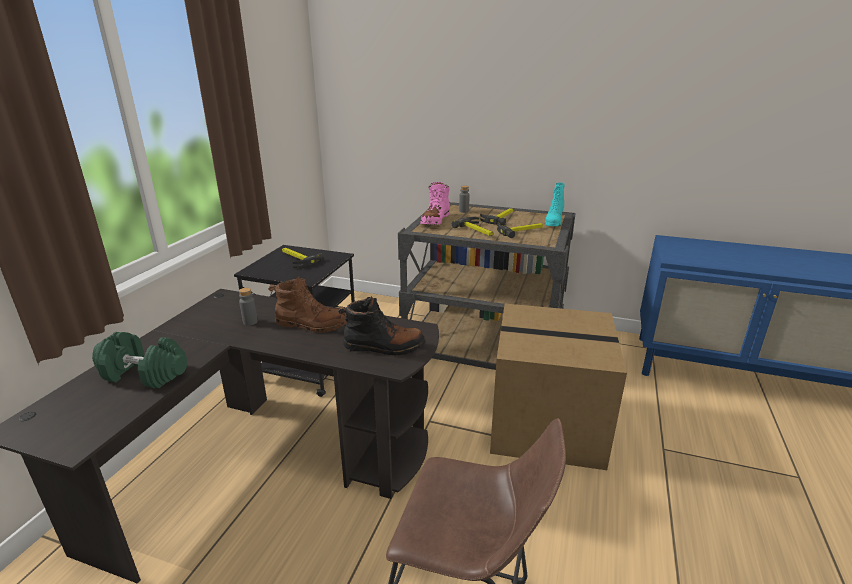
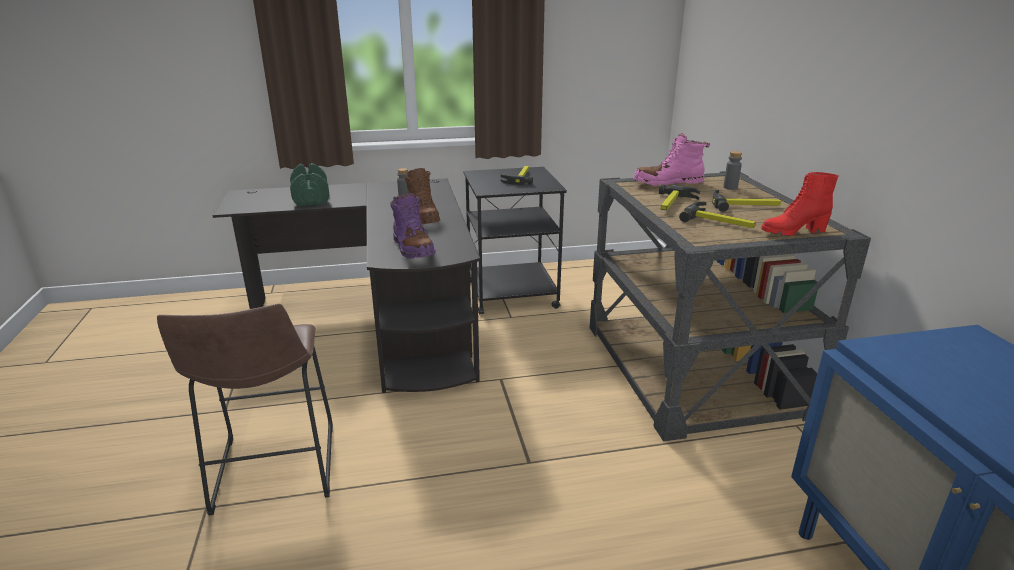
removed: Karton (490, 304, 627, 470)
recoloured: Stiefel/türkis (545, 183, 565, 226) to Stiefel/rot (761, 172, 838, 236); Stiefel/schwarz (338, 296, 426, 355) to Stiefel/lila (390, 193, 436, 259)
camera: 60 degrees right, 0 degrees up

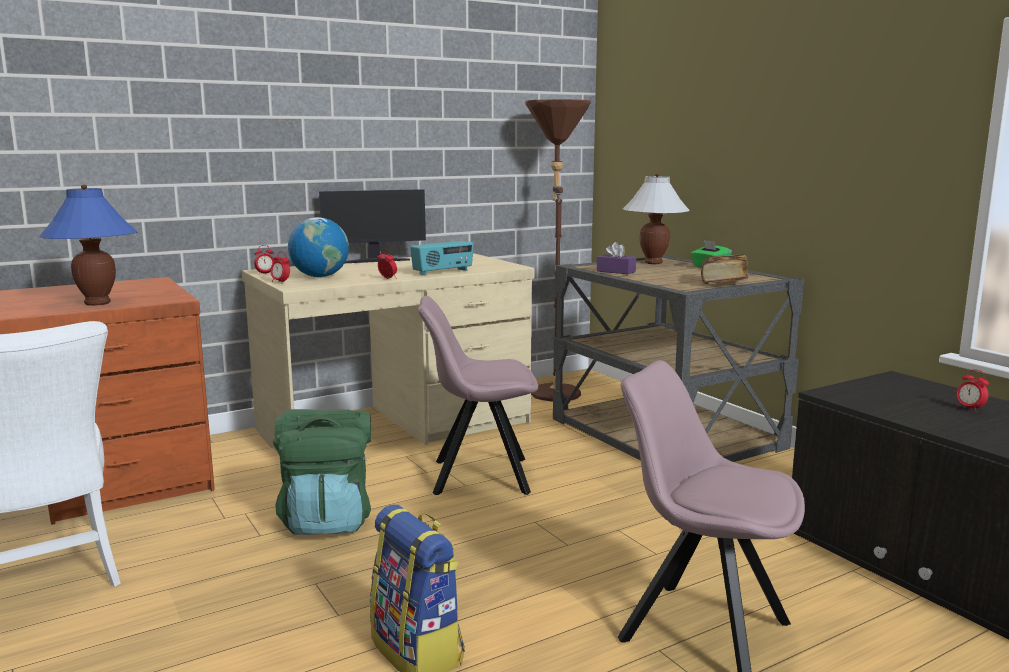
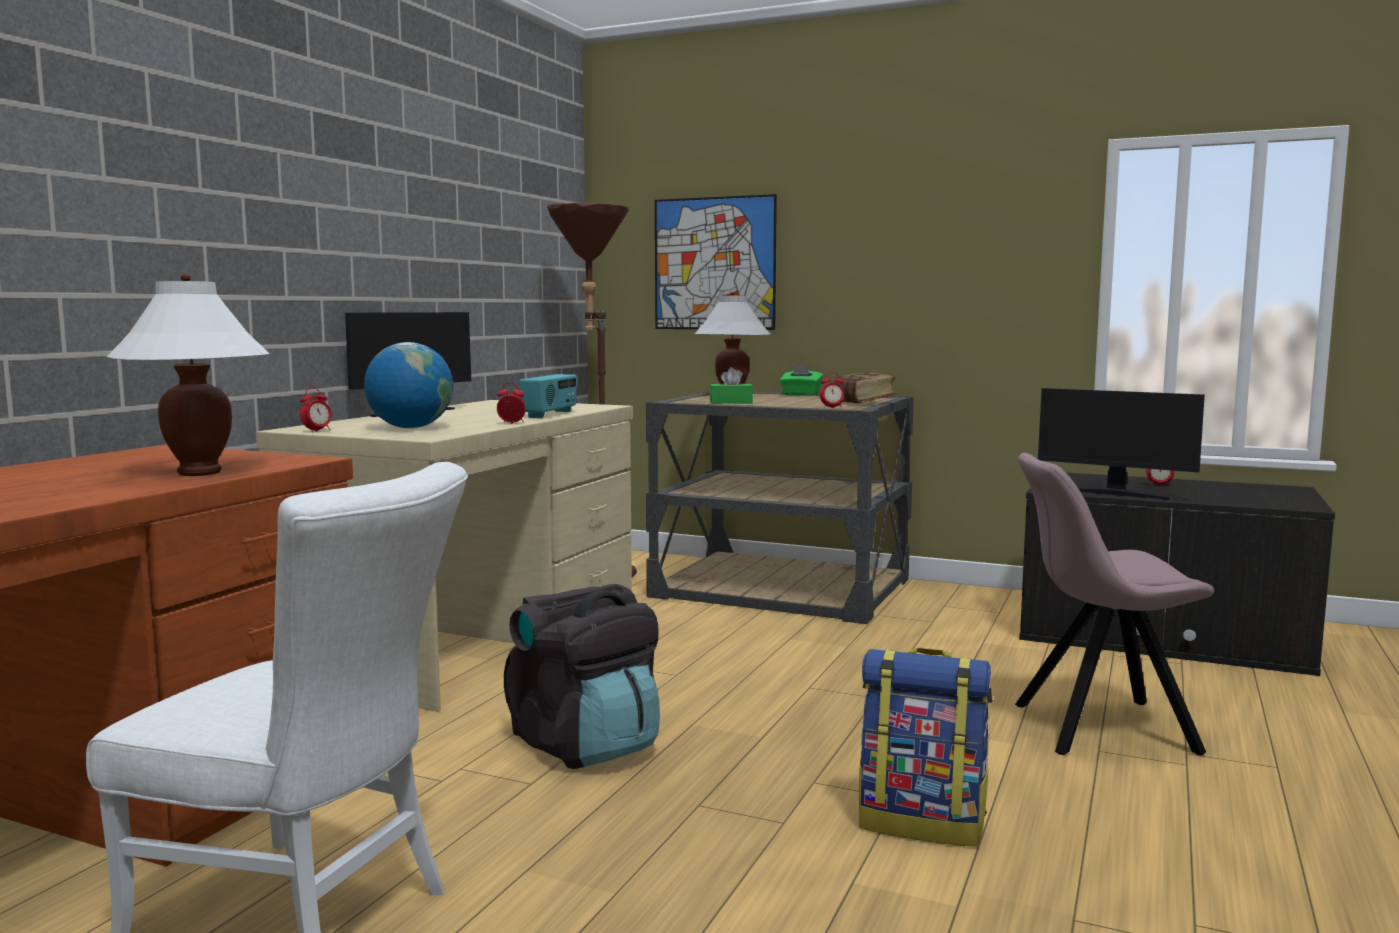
removed: Stuhl/rosa (418, 296, 538, 495)
added: Bild (655, 194, 777, 330); Monitor (1038, 388, 1205, 500)
moved: Wecker (270, 252, 290, 282) to (820, 372, 844, 408)
recoloured: Tischlampe/blau (39, 185, 137, 306) to Tischlampe/weiß (107, 274, 270, 476); Taschentuchbox/lila (597, 242, 636, 274) to Taschentuchbox/grün (710, 367, 753, 404); Rucksack/grün (273, 409, 371, 535) to Rucksack/schwarz (504, 584, 660, 769)
camera: 35 degrees left, 5 degrees down

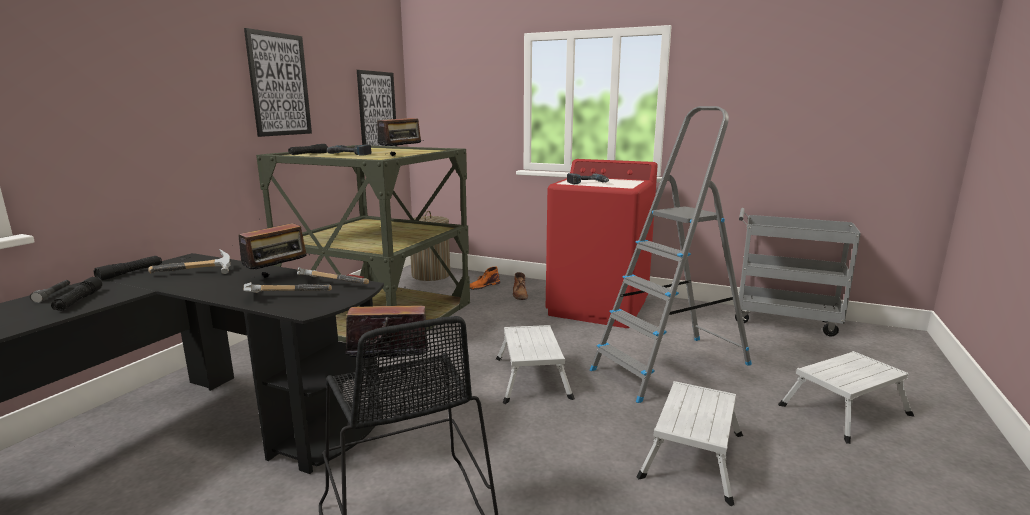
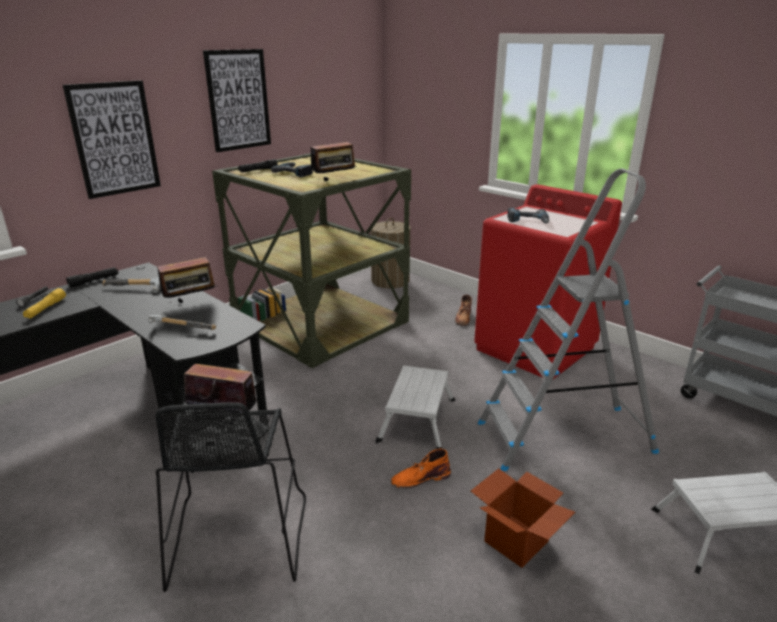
removed: Hammer (297, 267, 369, 284)
moved: Bild (357, 70, 398, 146) to (63, 80, 161, 199); Stiefel/orange (470, 267, 500, 290) to (391, 449, 451, 488)
replaced: Trittleiter/weiß (636, 381, 743, 506) to Karton (471, 468, 575, 568)
recoloured: Taschenlampe/schwarz (51, 277, 102, 311) to Taschenlampe/gelb (23, 288, 66, 318)
camera: 20 degrees right, 10 degrees up

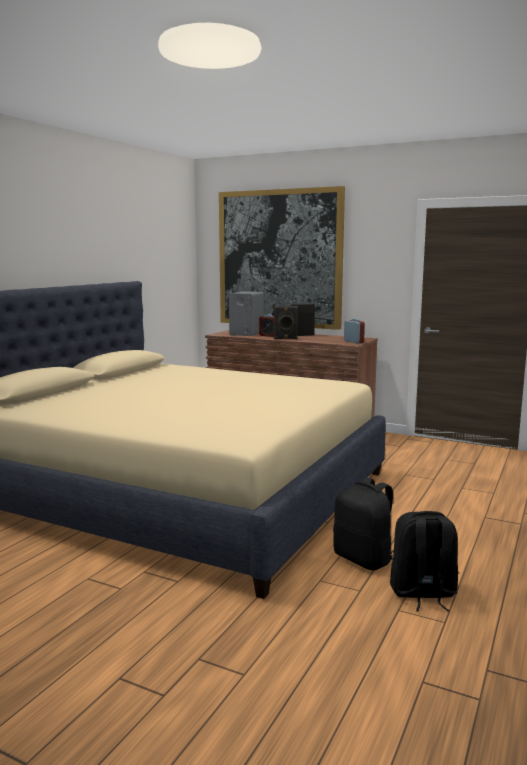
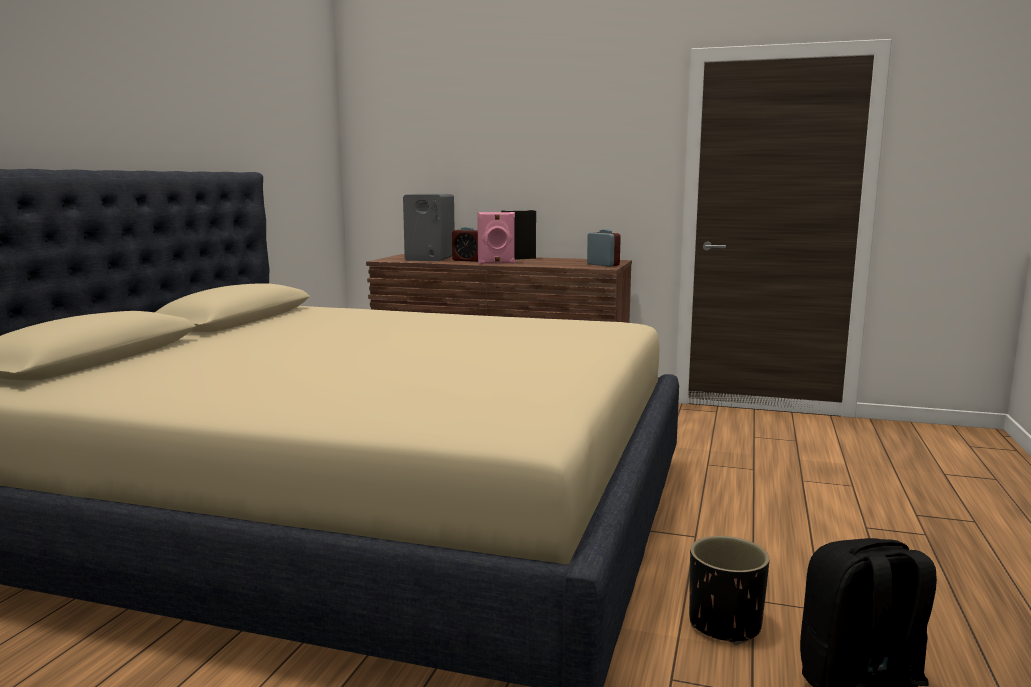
removed: Bild (219, 186, 345, 330)
replaced: Rucksack/schwarz (333, 477, 394, 570) to Pflanzkübel/schwarz (689, 536, 770, 645)
recoloured: Lautsprecher/schwarz (274, 306, 298, 339) to Lautsprecher/rosa (477, 212, 515, 264)
camera: 10 degrees left, 0 degrees up

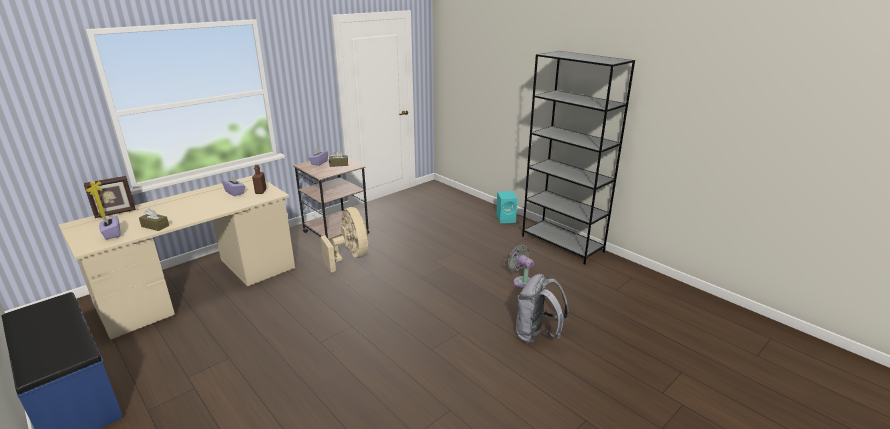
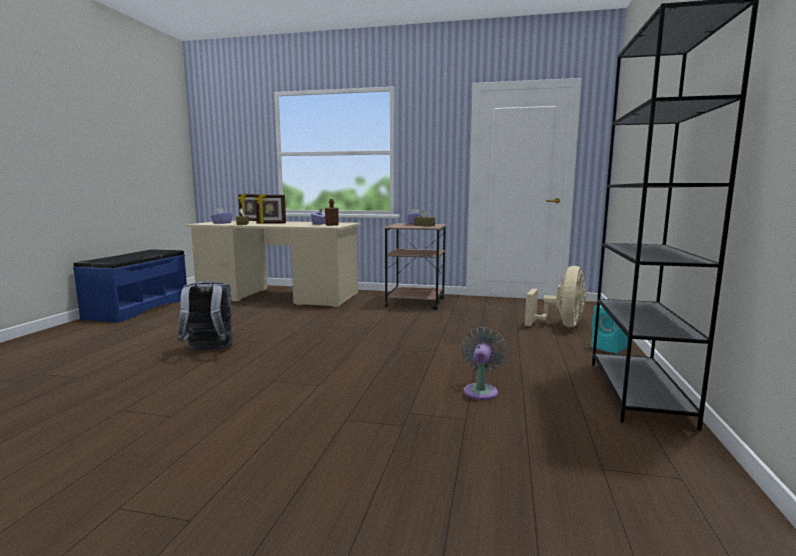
added: Bilderrahmen (255, 194, 286, 224)
moved: Ventilator/beige (320, 207, 368, 272) to (525, 266, 586, 327); Rucksack/grau (516, 274, 569, 343) to (178, 280, 235, 350)
camera: 55 degrees right, 15 degrees down

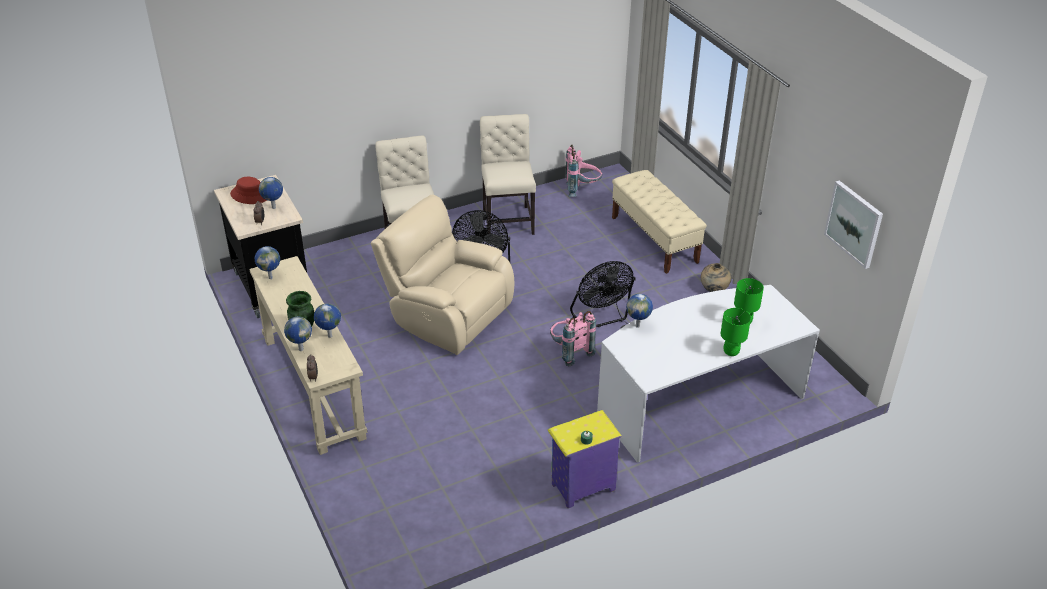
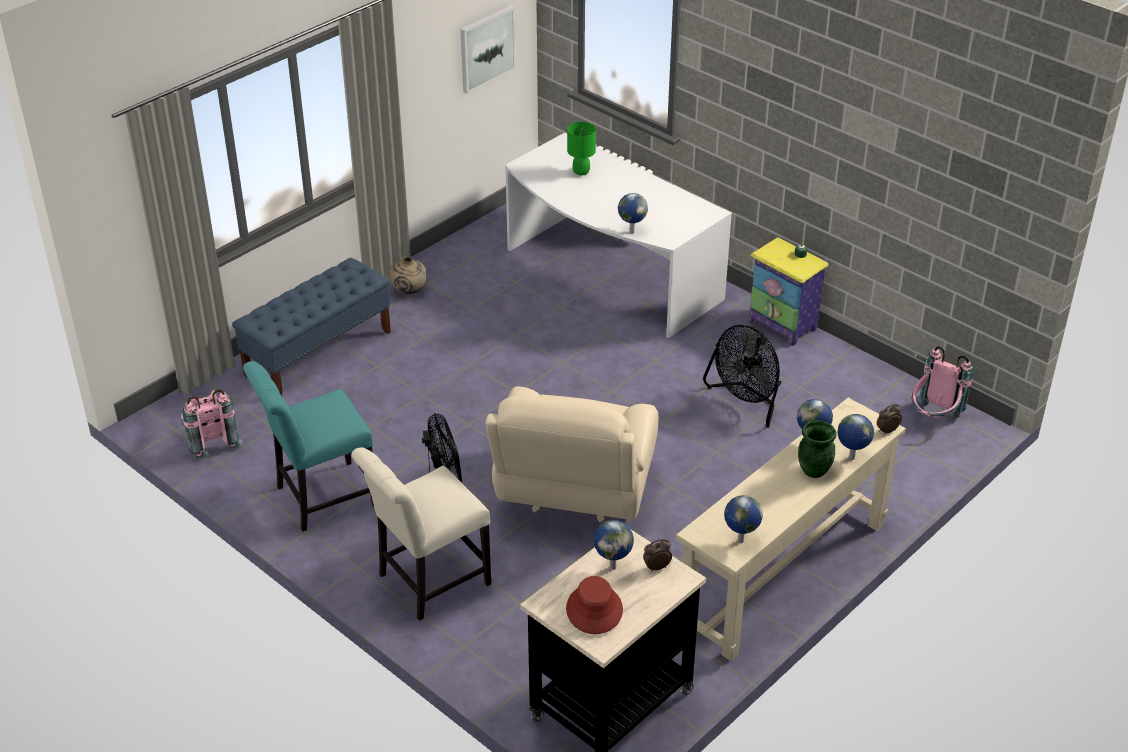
removed: Tischlampe/grün (721, 308, 751, 356)
moved: Ventilator/schwarz (570, 261, 636, 329) to (703, 325, 781, 428); Rucksack/rosa (550, 311, 596, 366) to (912, 346, 973, 418)
recoloured: Stuhl/beige (480, 114, 536, 235) to Stuhl/türkis (243, 361, 374, 532); Bank/beige (612, 170, 707, 274) to Bank/blau (232, 258, 391, 396)
camera: 110 degrees left, 0 degrees up

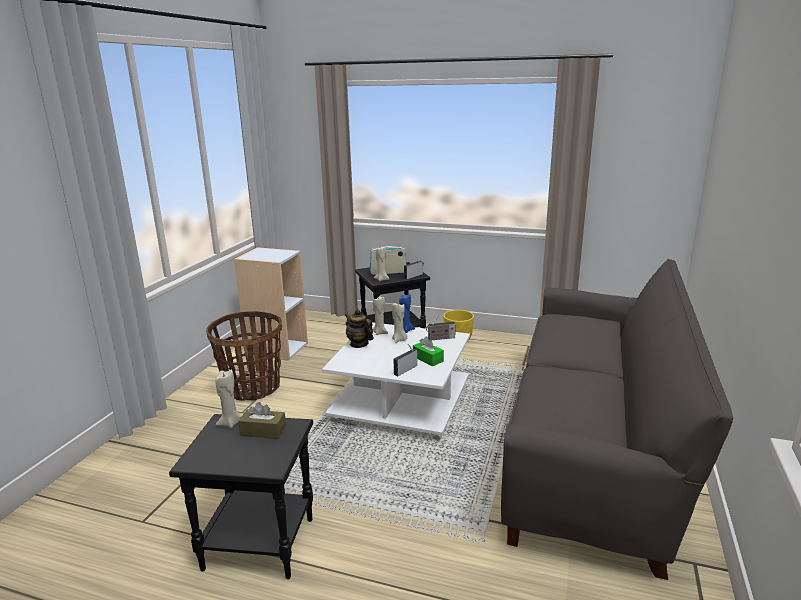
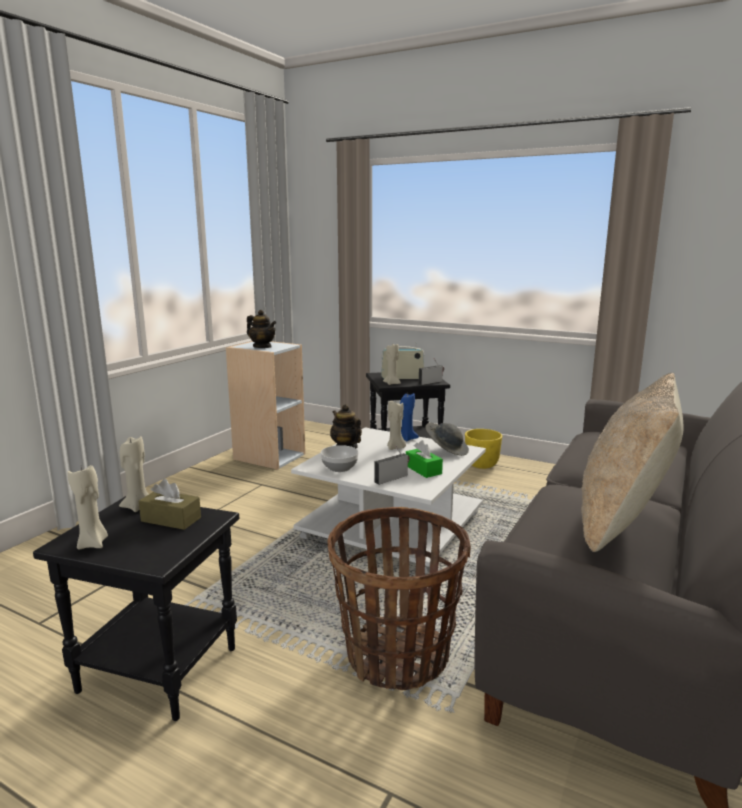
added: Teekanne (247, 310, 276, 348); Kissen/beige (581, 372, 683, 552); Schüssel (321, 445, 359, 472)
moved: Kerze/beige (372, 295, 388, 335) to (68, 465, 108, 549); Korb (206, 311, 282, 401) to (327, 507, 471, 690)
replaced: Radio (426, 316, 456, 340) to Hut/grau (425, 423, 469, 456)
camera: 10 degrees right, 5 degrees down

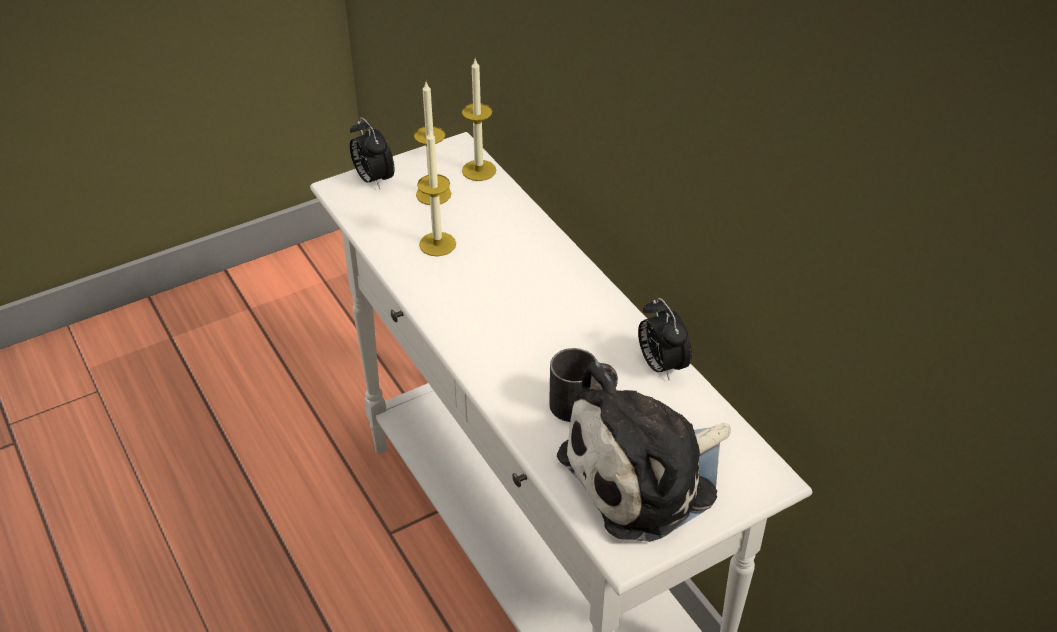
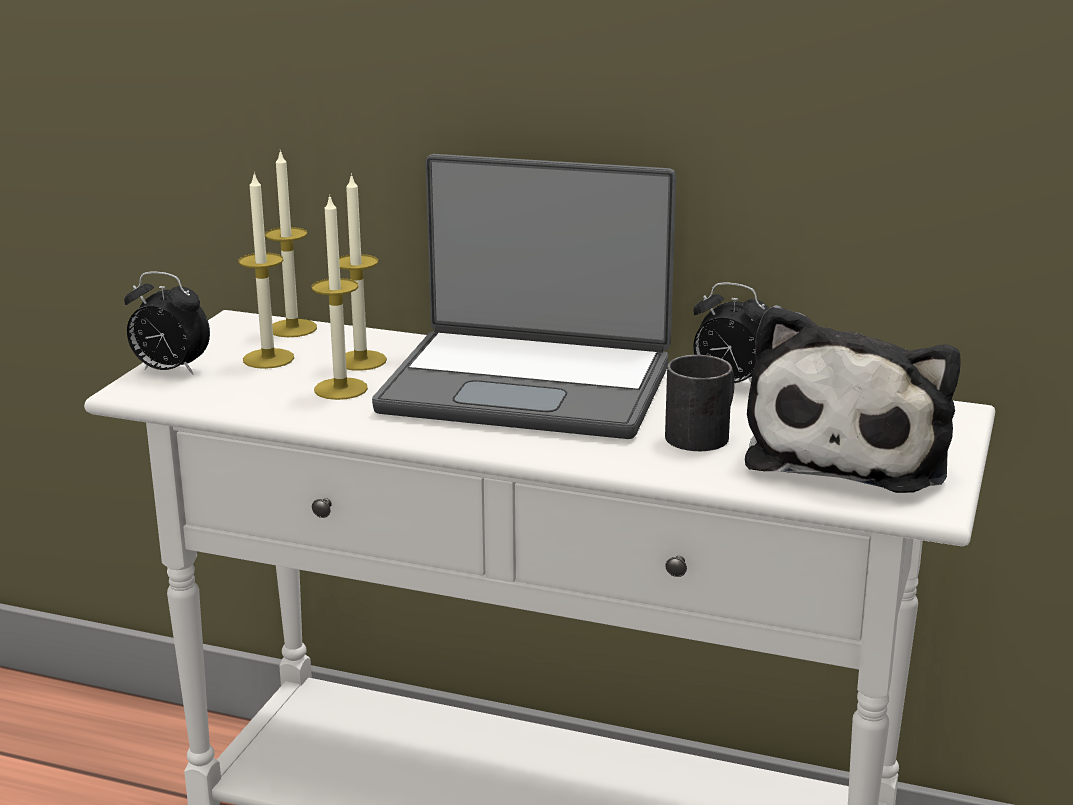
added: Laptop (372, 154, 676, 439); Kerze (339, 173, 387, 371)
camera: 40 degrees left, 20 degrees down

